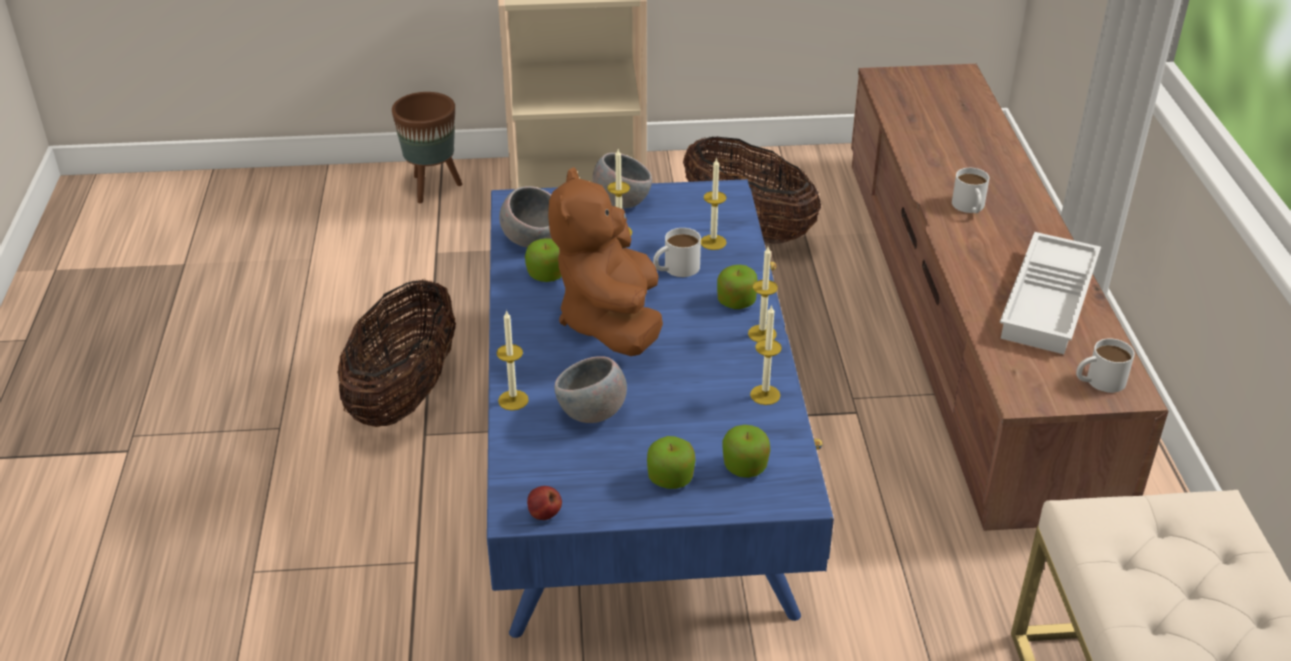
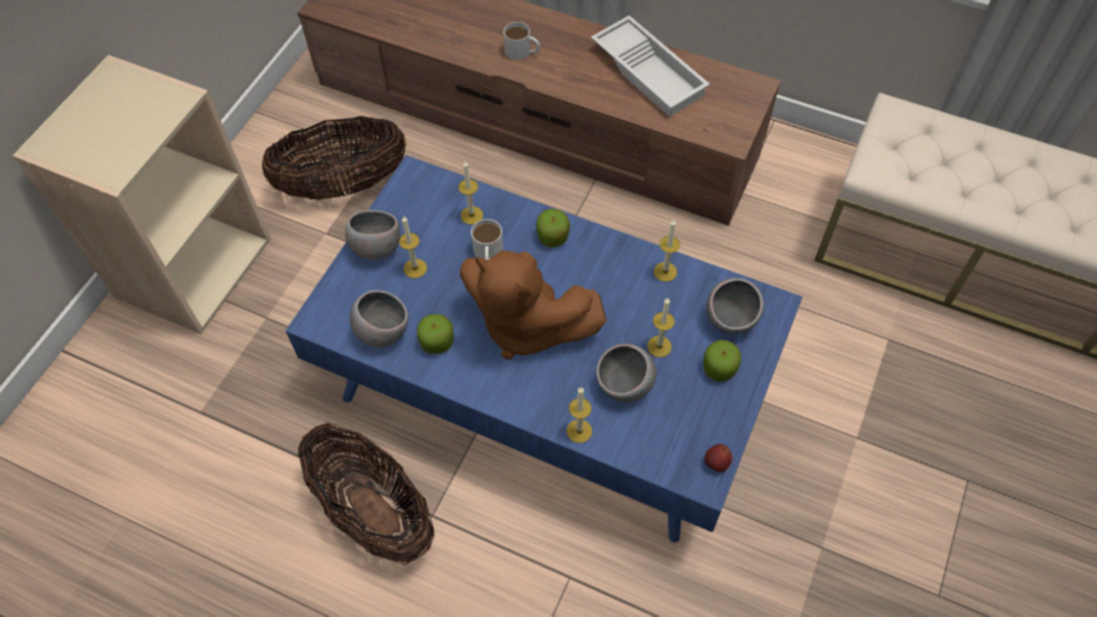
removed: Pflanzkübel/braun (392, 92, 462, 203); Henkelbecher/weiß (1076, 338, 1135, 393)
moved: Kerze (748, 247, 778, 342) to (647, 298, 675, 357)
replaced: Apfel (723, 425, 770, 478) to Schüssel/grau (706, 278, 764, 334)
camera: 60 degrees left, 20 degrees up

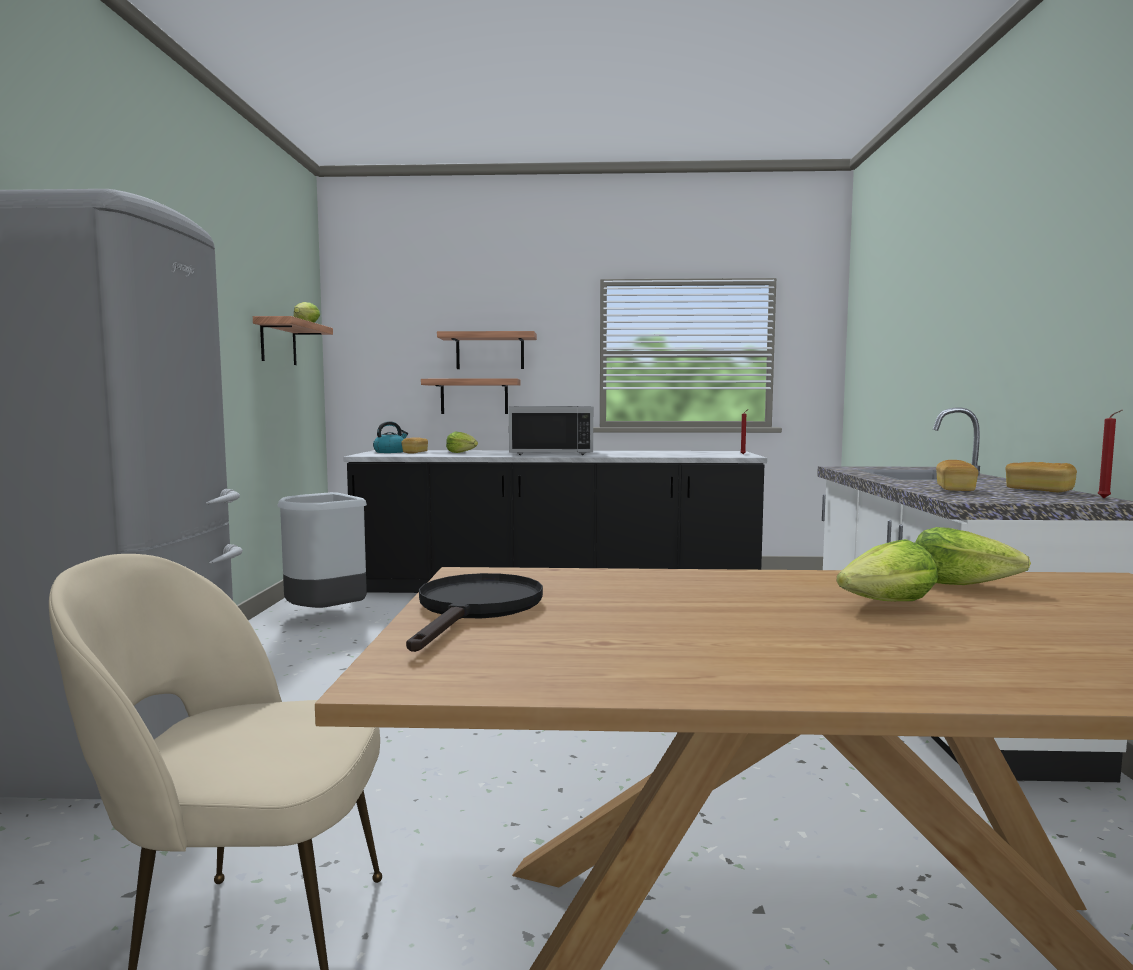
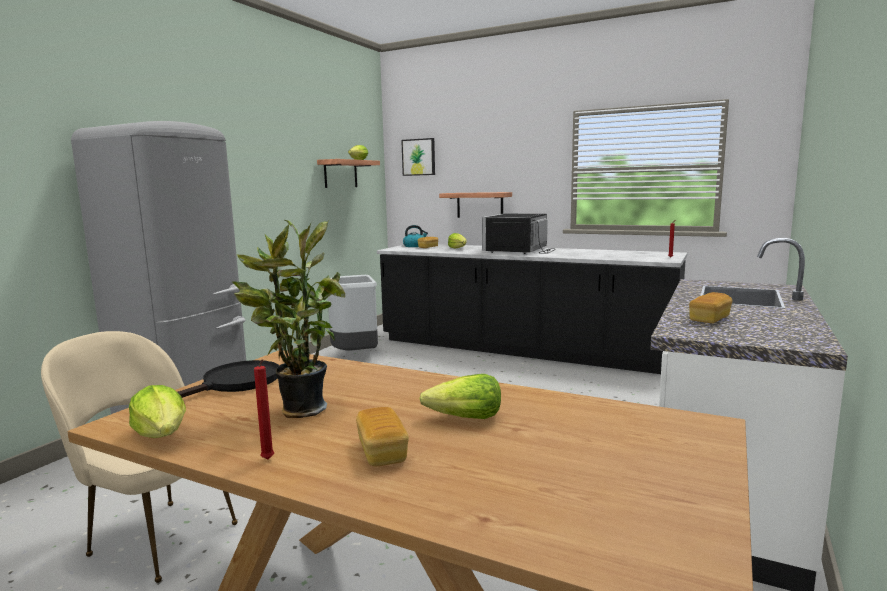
removed: Wandregal (437, 331, 537, 369)
added: Bild (401, 138, 435, 176); Topfpflanze (232, 220, 345, 418)
moved: Kerze/rot (1098, 410, 1123, 498) to (254, 359, 274, 460); Brot (1005, 462, 1077, 492) to (356, 407, 409, 467); Salatkopf (915, 527, 1031, 585) to (129, 385, 186, 438)
turned: Mikrowelle/schwarz (509, 406, 593, 455) = (482, 214, 555, 254) 90 degrees clockwise
camera: 25 degrees right, 5 degrees up

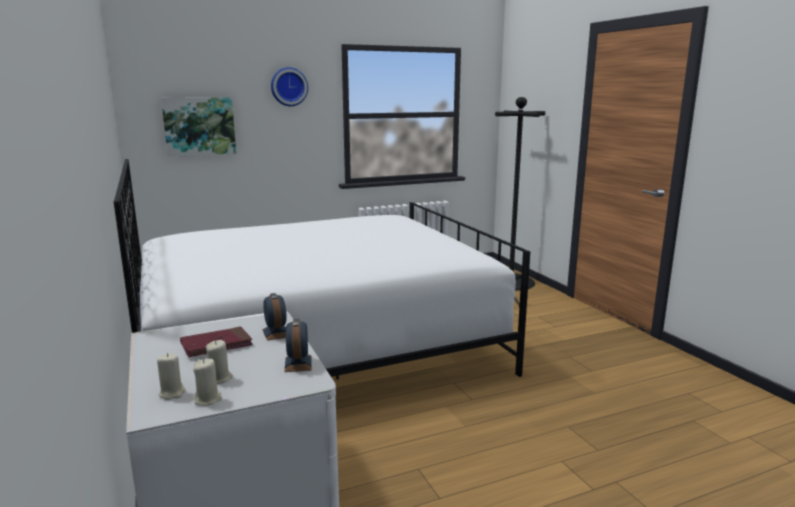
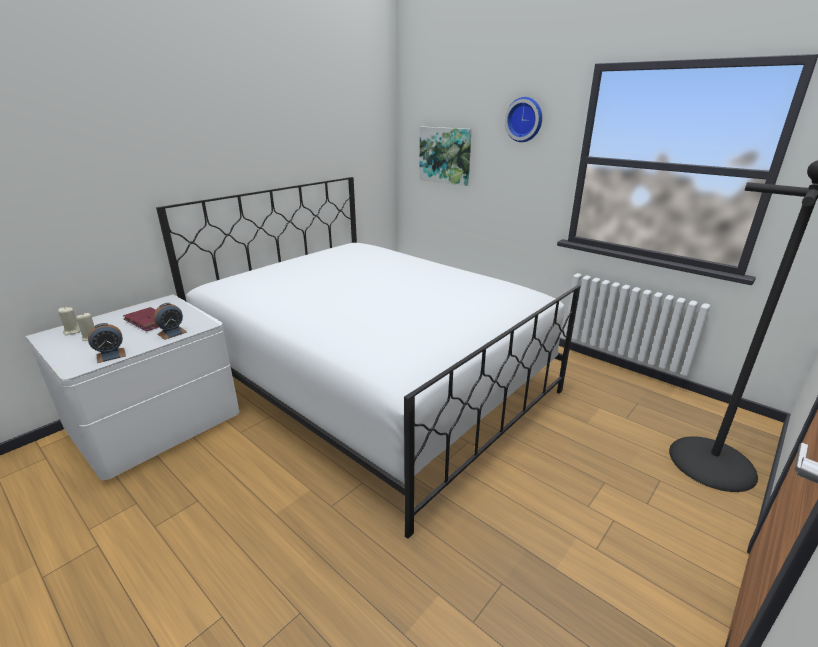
removed: Kerze/beige (193, 359, 222, 406)
camera: 65 degrees right, 10 degrees up

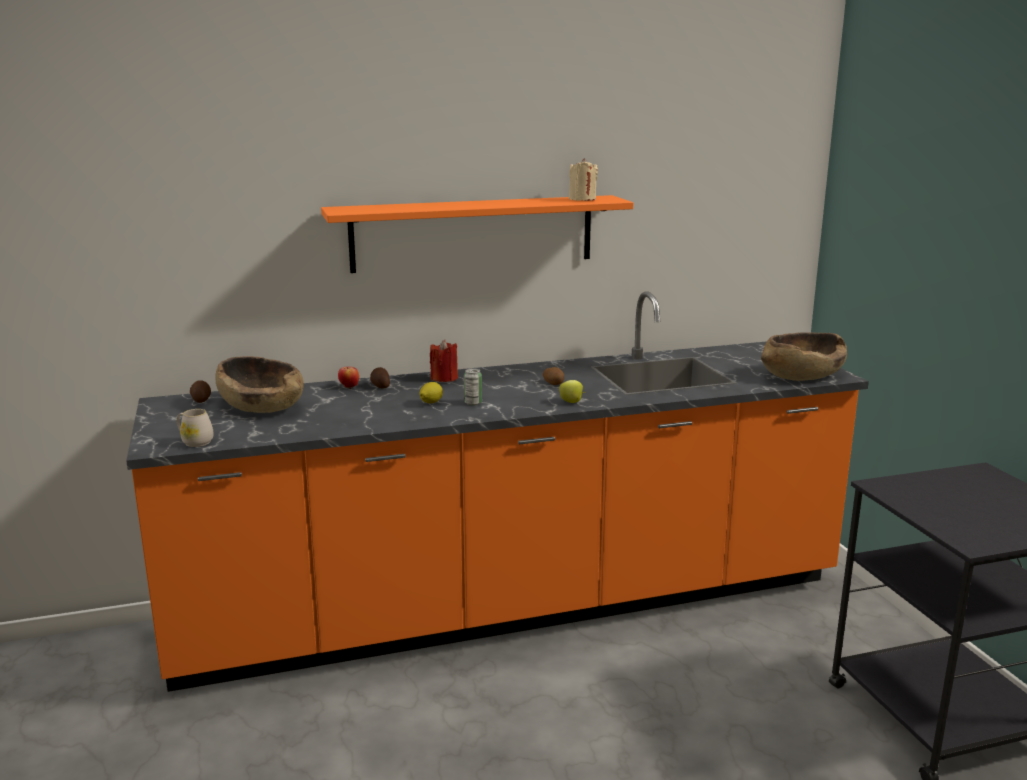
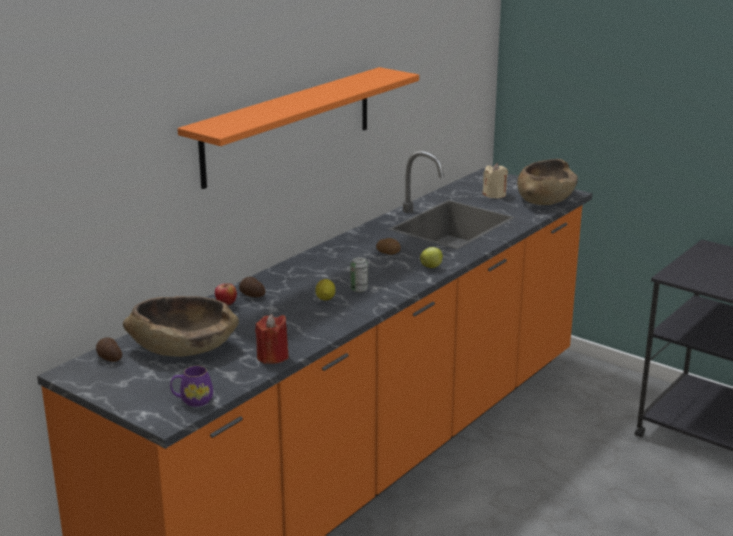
moved: Kerze/beige (569, 158, 598, 201) to (483, 163, 508, 199); Kerze/rot (430, 339, 458, 382) to (255, 314, 289, 364)
recoloured: Henkelbecher/weiß (177, 409, 213, 447) to Henkelbecher/lila (170, 366, 213, 407)
camera: 35 degrees left, 5 degrees up

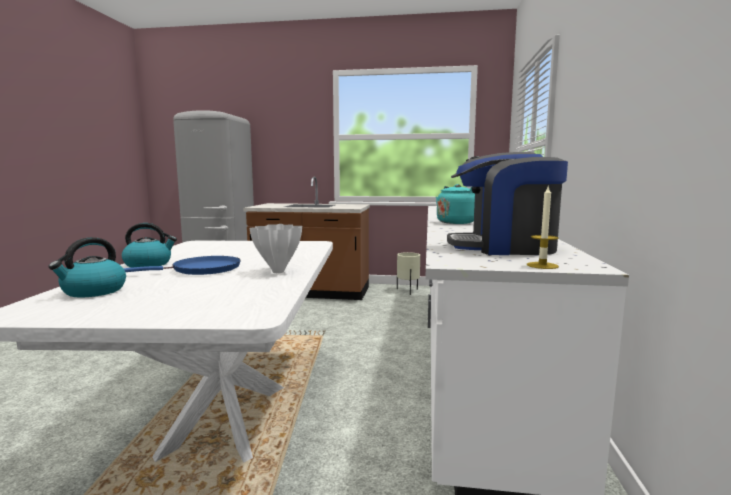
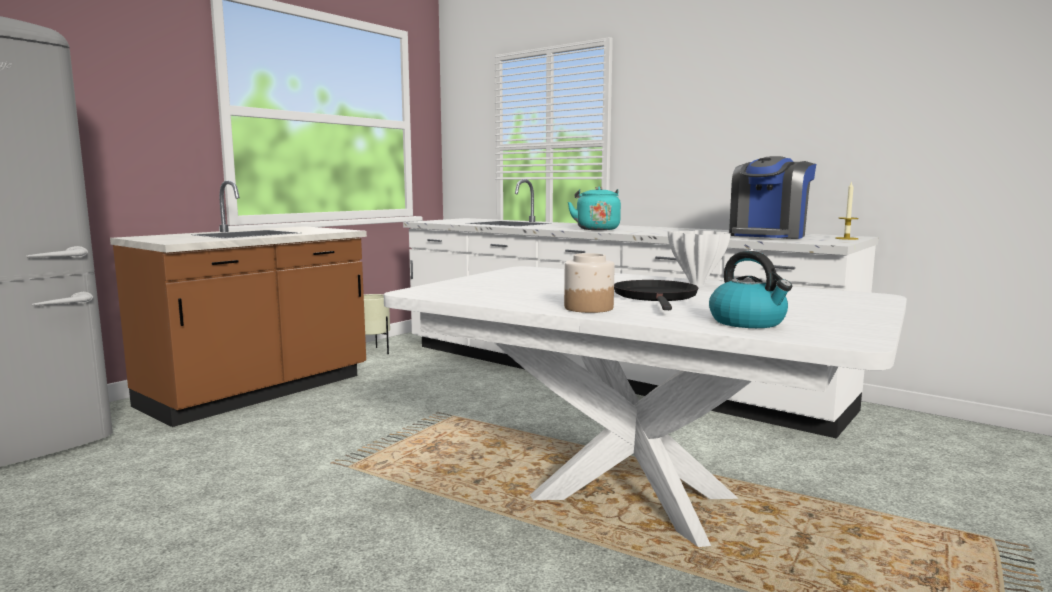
replaced: Wasserkessel (122, 223, 177, 268) to Vorratsglas (564, 253, 615, 313)
recoloured: Pfanne/blau (123, 256, 241, 275) to Pfanne/schwarz (614, 280, 698, 310)
camera: 60 degrees left, 0 degrees up

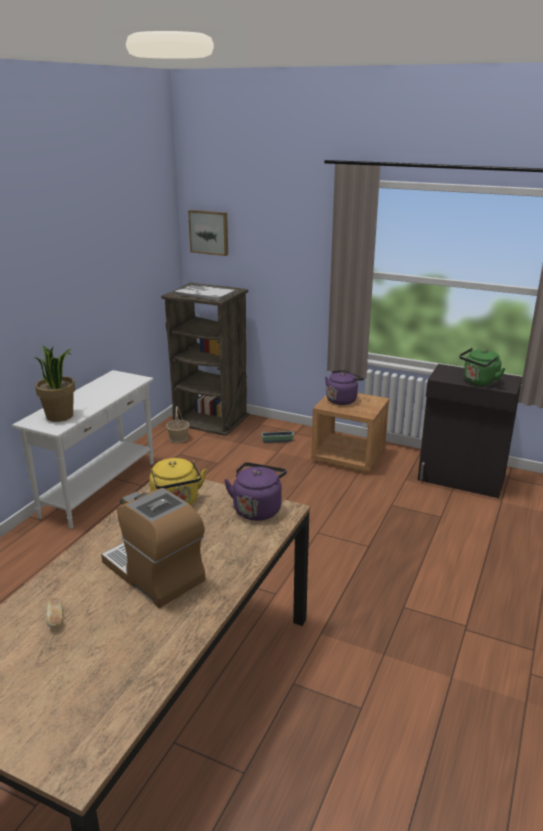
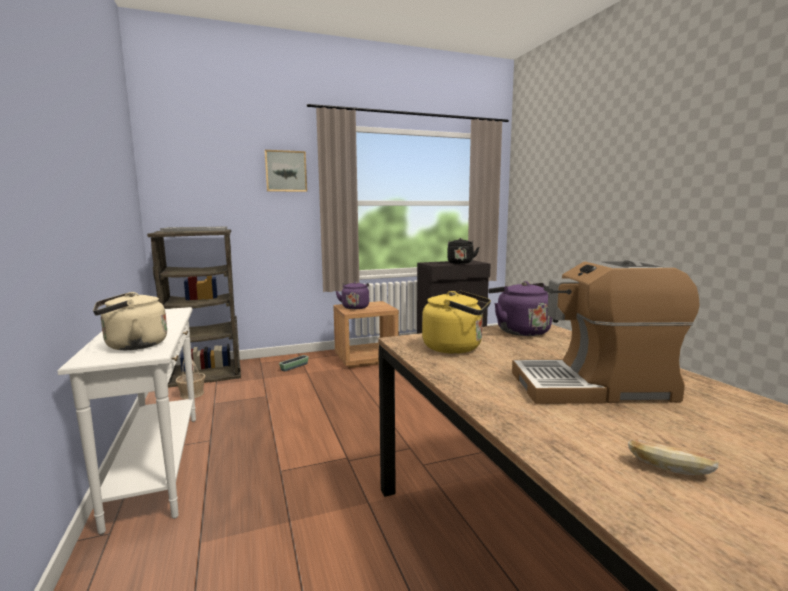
moved: Bild (188, 210, 228, 256) to (264, 150, 307, 192)
replaced: Topfpflanze (34, 345, 75, 422) to Wasserkessel/beige (93, 292, 167, 350)
recoloured: Wasserkessel/grün (459, 348, 505, 386) to Wasserkessel/schwarz (447, 238, 479, 264)
camera: 45 degrees left, 15 degrees down

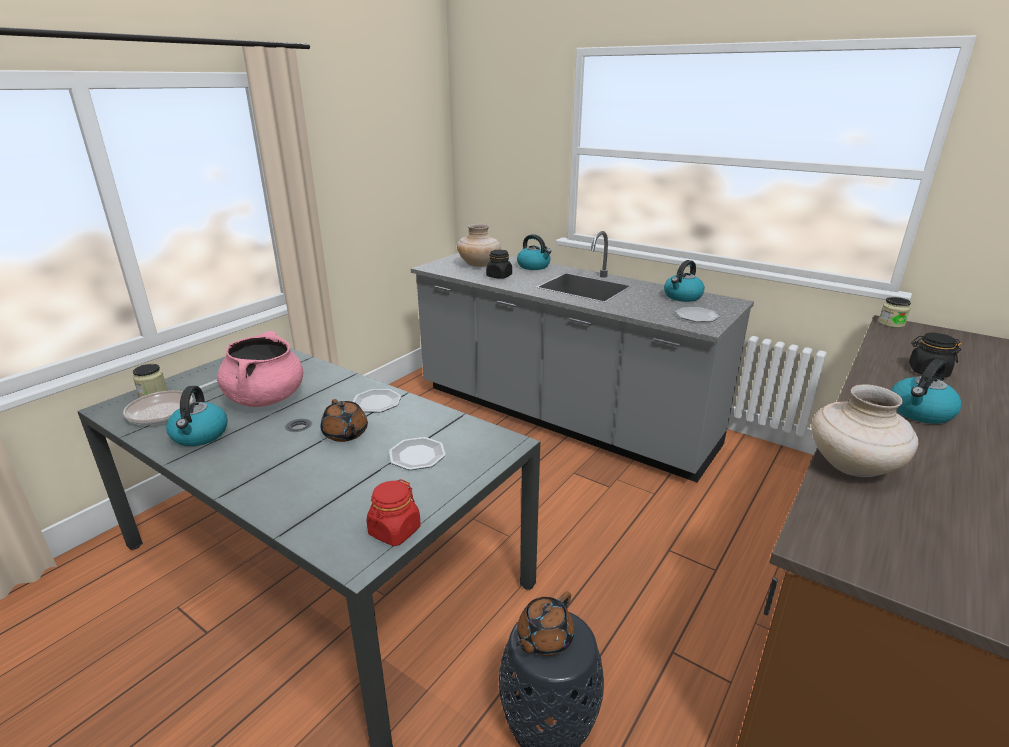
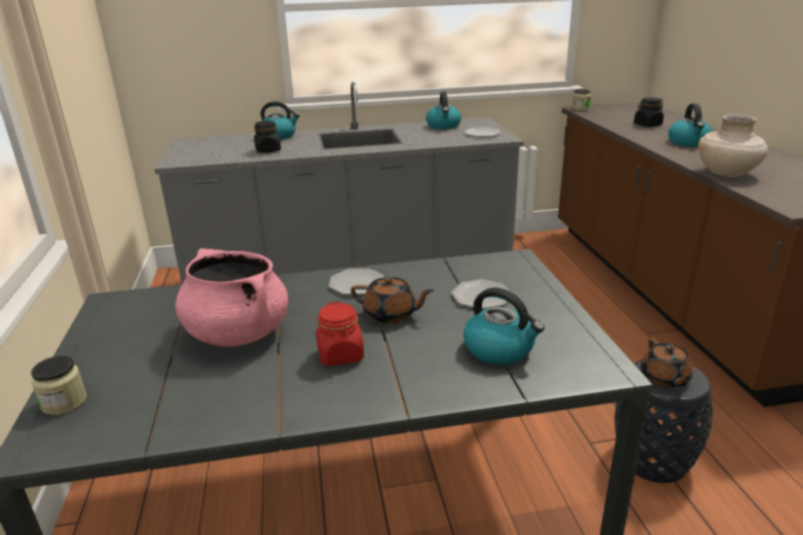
removed: Vase/beige (457, 224, 501, 267); Pfanne (123, 380, 218, 425)
moved: Wasserkessel (166, 386, 228, 446) to (463, 287, 544, 365); Vorratsglas/rot (367, 479, 421, 546) to (316, 301, 364, 366)
camera: 45 degrees left, 0 degrees up

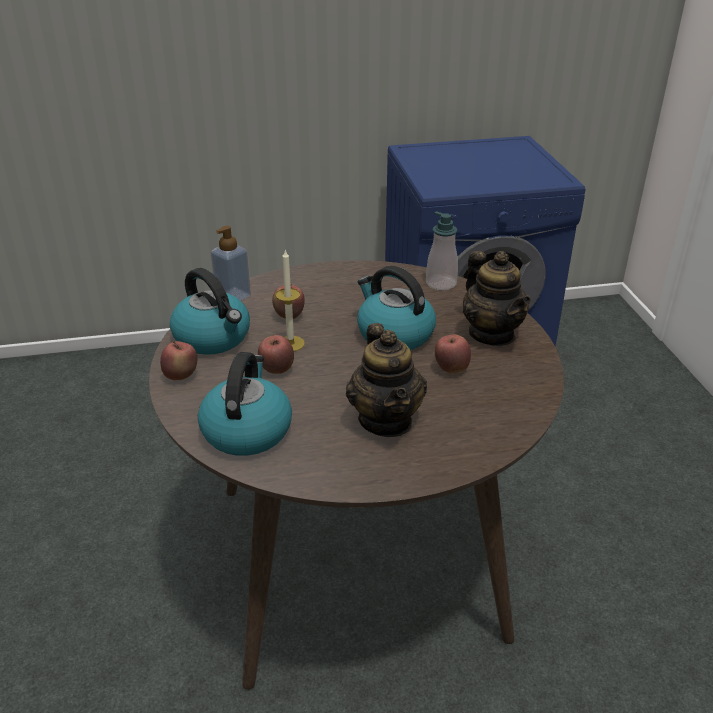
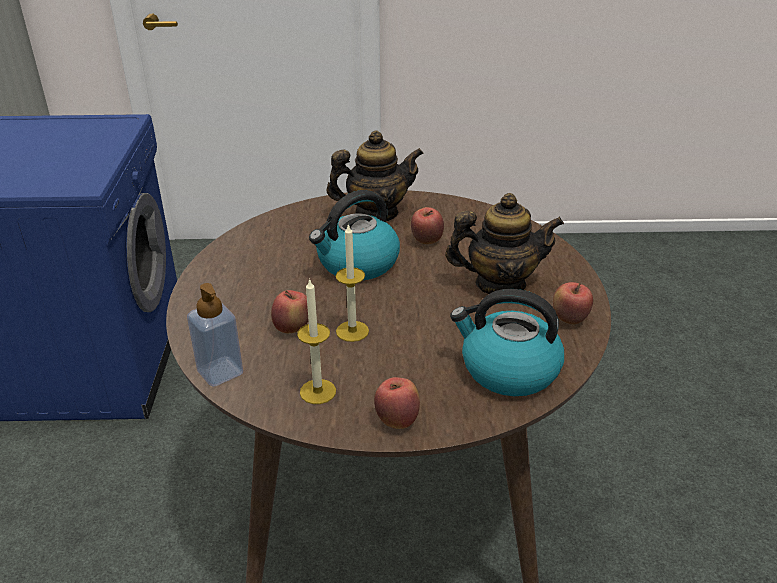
removed: Seifenspender (426, 211, 458, 290)
moved: Apfel (258, 335, 294, 374) to (553, 282, 593, 324)
replaced: Wasserkessel (170, 268, 250, 355) to Kerze (297, 278, 336, 404)
camera: 80 degrees left, 0 degrees up

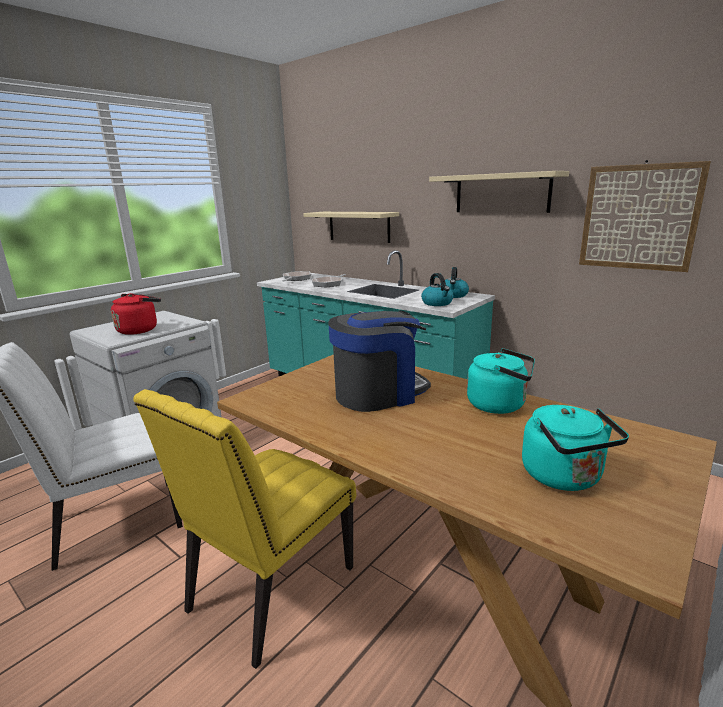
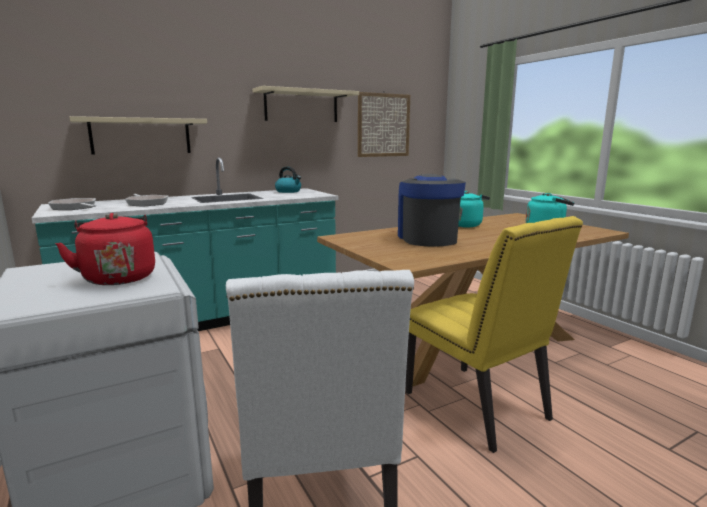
removed: Wasserkessel (421, 273, 453, 306)
camera: 70 degrees left, 5 degrees down

